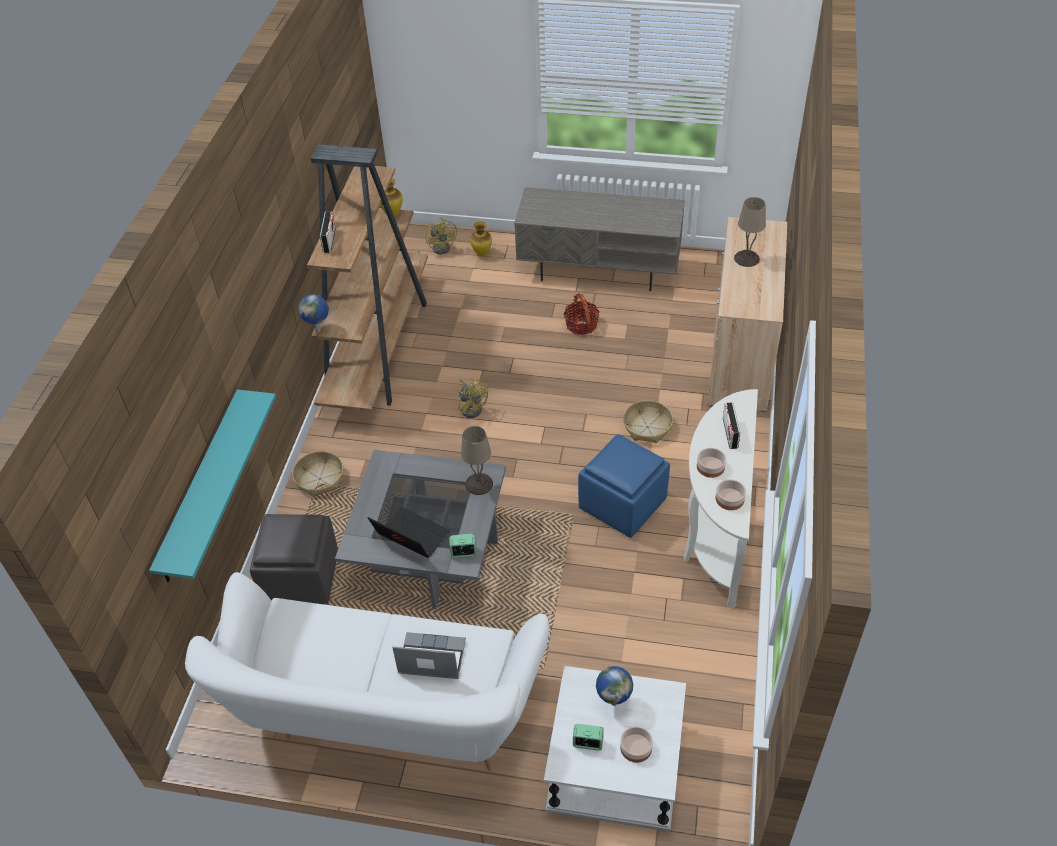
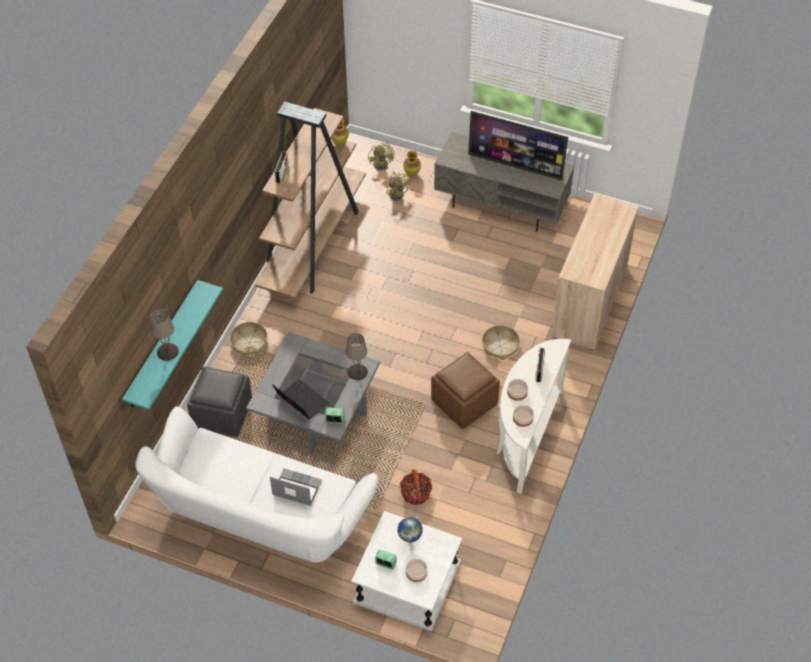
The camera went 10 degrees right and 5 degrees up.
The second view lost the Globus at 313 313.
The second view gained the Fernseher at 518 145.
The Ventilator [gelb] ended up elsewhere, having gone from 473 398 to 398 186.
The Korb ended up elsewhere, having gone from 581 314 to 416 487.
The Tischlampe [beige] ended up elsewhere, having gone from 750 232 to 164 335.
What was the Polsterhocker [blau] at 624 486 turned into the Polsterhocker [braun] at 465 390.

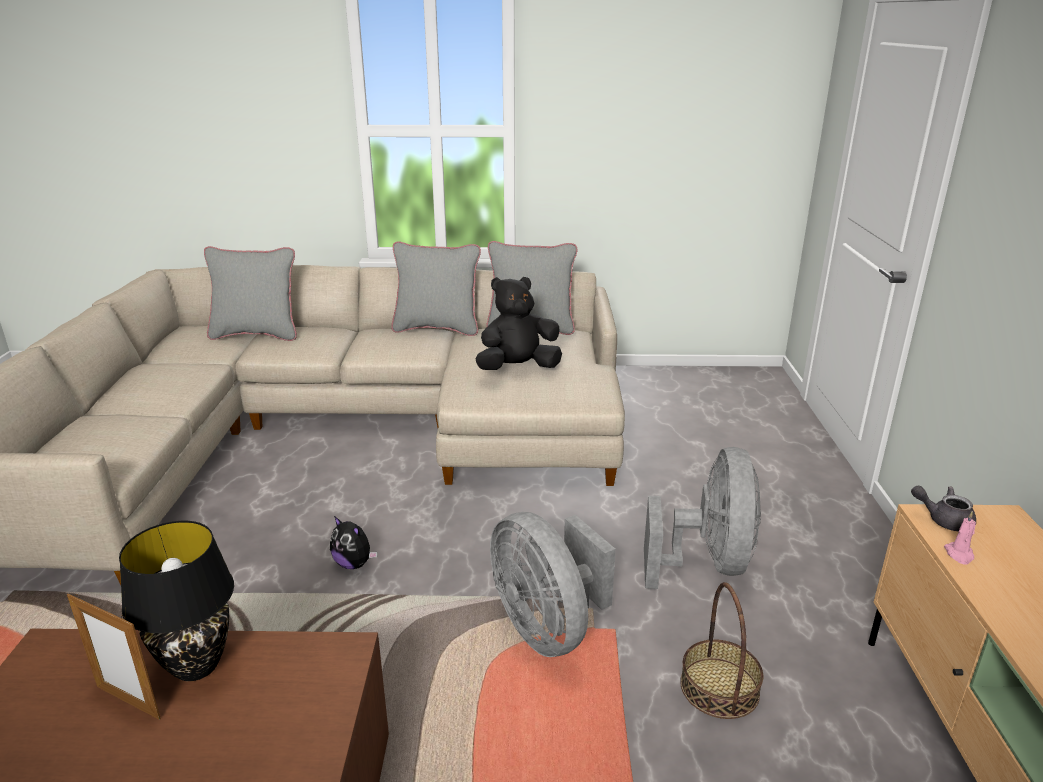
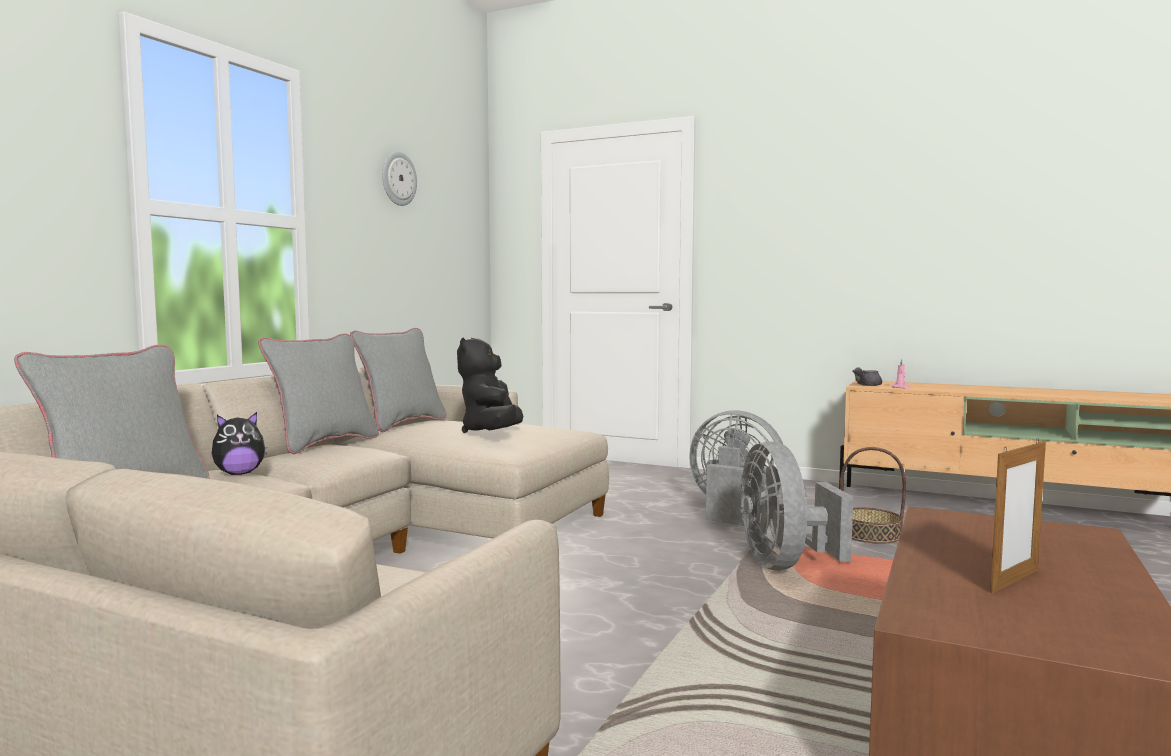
The camera went 65 degrees left and 20 degrees down.
The second view lost the Tischlampe [schwarz] at 176 601.
The second view gained the Wanduhr at 399 179.
The Plüschtier ended up elsewhere, having gone from 354 542 to 239 443.
The Ventilator [grau] at 553 584 ended up facing another way, 90 degrees clockwise from before.

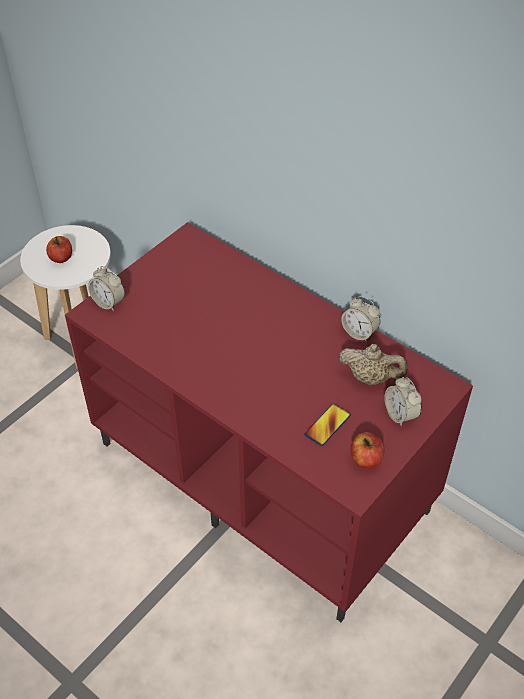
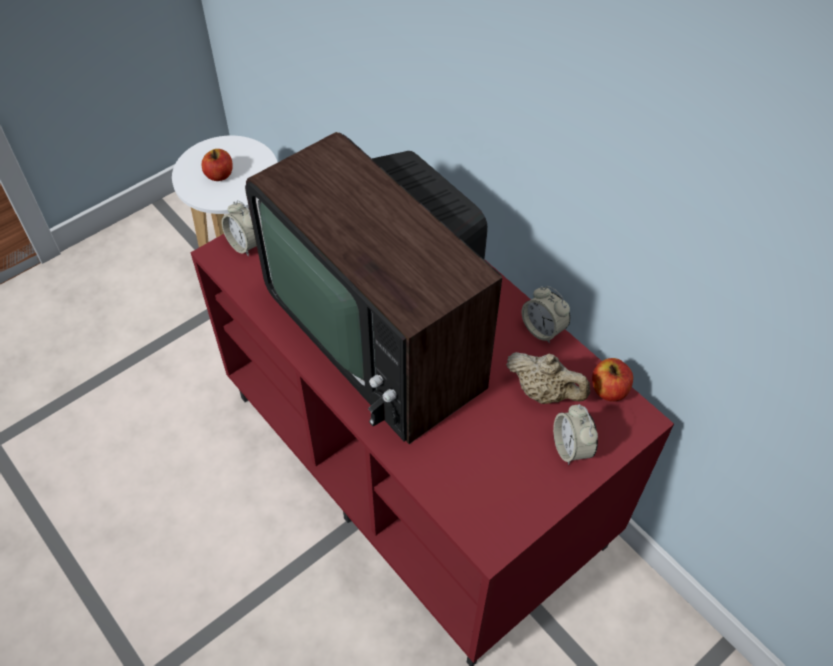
The camera went 10 degrees right and 5 degrees up.
The second view lost the Handy at 327 425.
The second view gained the Fernseher at 373 288.
The Apfel ended up elsewhere, having gone from 367 450 to 612 380.

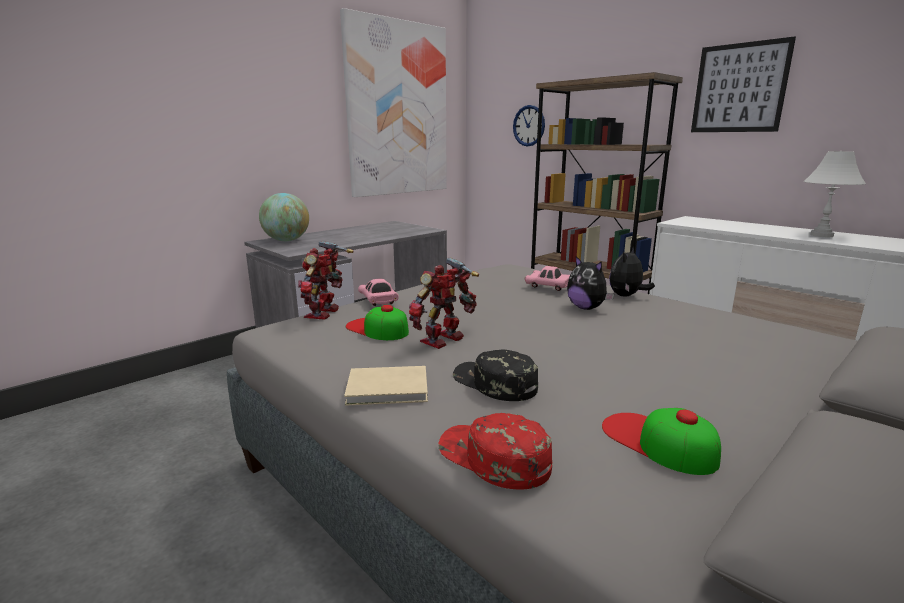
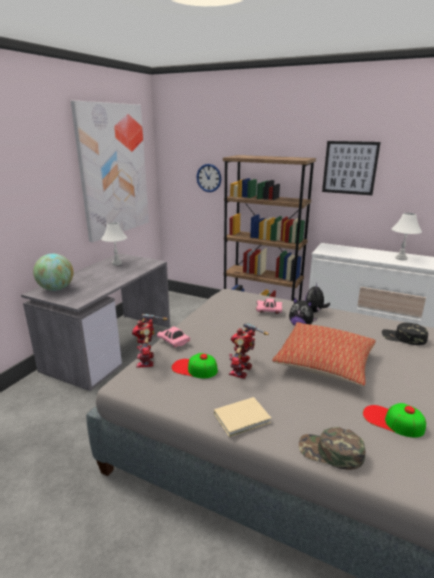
The camera went 20 degrees left and 5 degrees up.
The second view gained the Tischlampe [weiß] at 114 243.
The second view gained the Kissen at 324 354.
The Kappe [schwarz] ended up elsewhere, having gone from 495 375 to 405 334.
What was the Kappe [rot] at 495 451 turned into the Kappe [grün] at 332 448.

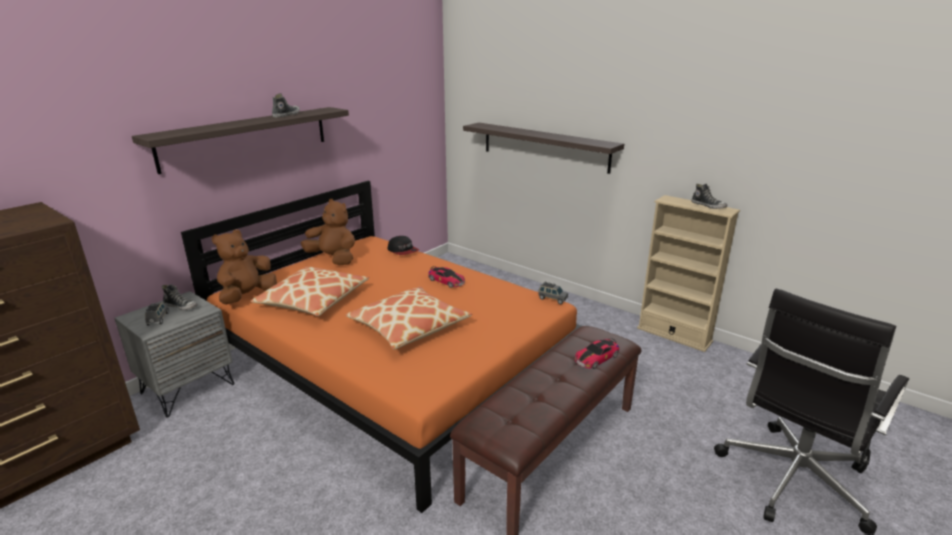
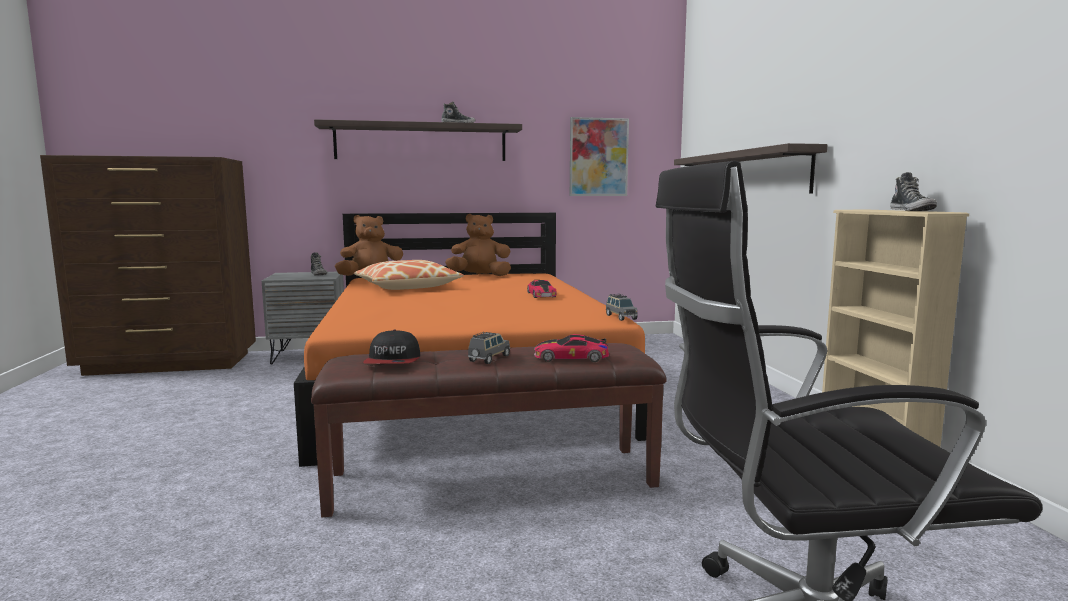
The camera went 40 degrees right and 15 degrees down.
The second view lost the Kissen at 409 318.
The second view gained the Bild at 599 156.
The Spielzeugauto [grau] ended up elsewhere, having gone from 157 314 to 489 348.
The Kappe ended up elsewhere, having gone from 403 245 to 391 346.
The Plüschtier [braun] at 328 232 ended up facing another way, 75 degrees counterclockwise from before.

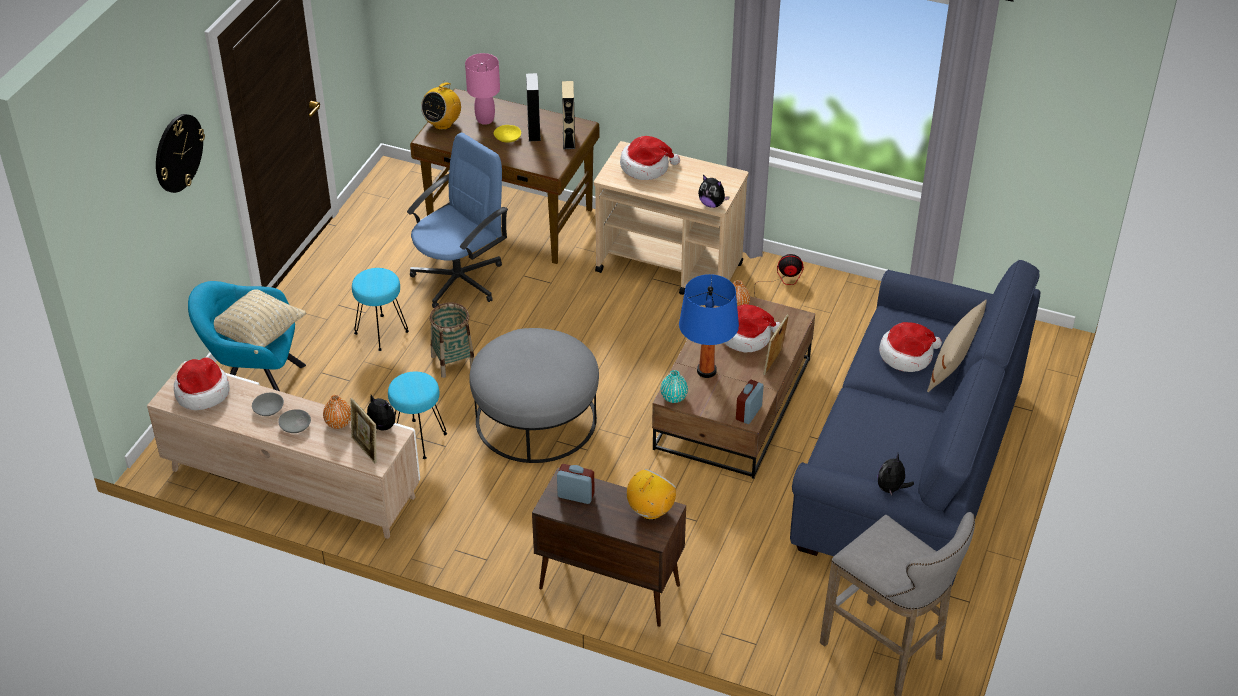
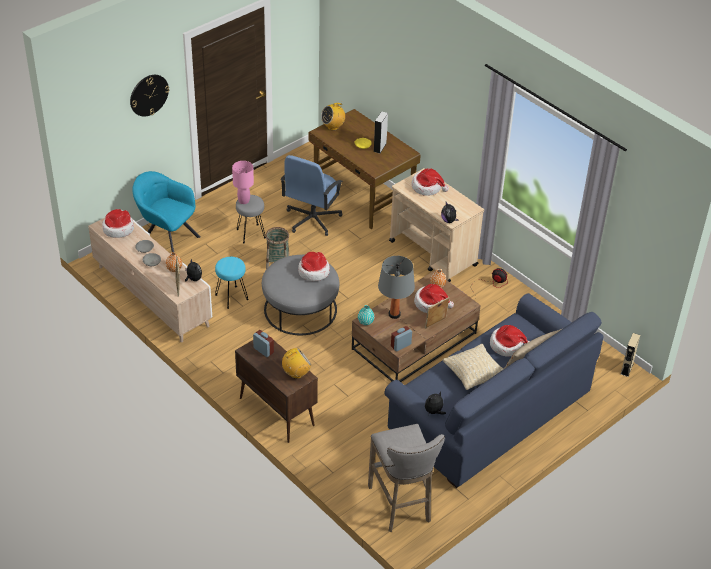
The camera went 25 degrees right and 0 degrees up.
The second view gained the Hut at 314 266.
The Kissen [beige] ended up elsewhere, having gone from 260 321 to 472 367.
The Tischlampe [rosa] ended up elsewhere, having gone from 482 89 to 243 182.
The Lautsprecher [beige] ended up elsewhere, having gone from 568 115 to 630 355.
What was the Hocker [türkis] at 380 309 turned into the Hocker [grau] at 251 219.
What was the Tischlampe [blau] at 709 326 turned into the Tischlampe [grau] at 396 287.
The Bürostuhl [blau] at 457 220 ended up facing another way, 135 degrees clockwise from before.

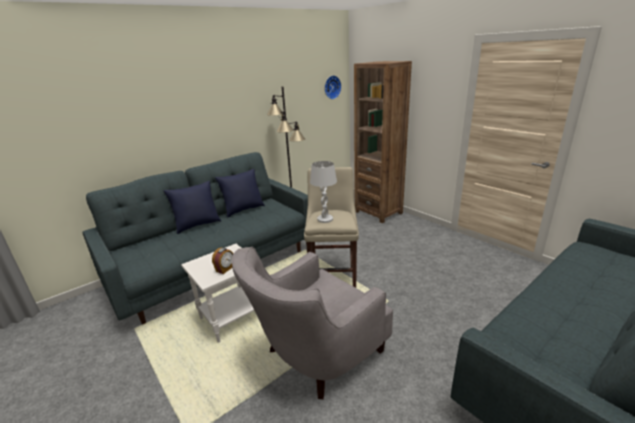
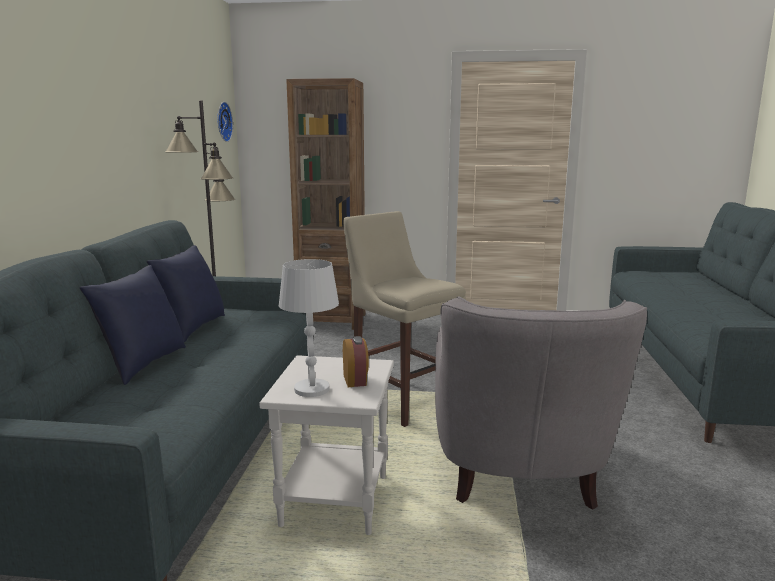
The camera went 45 degrees left and 10 degrees down.
The Tischlampe [weiß] ended up elsewhere, having gone from 323 192 to 309 328.

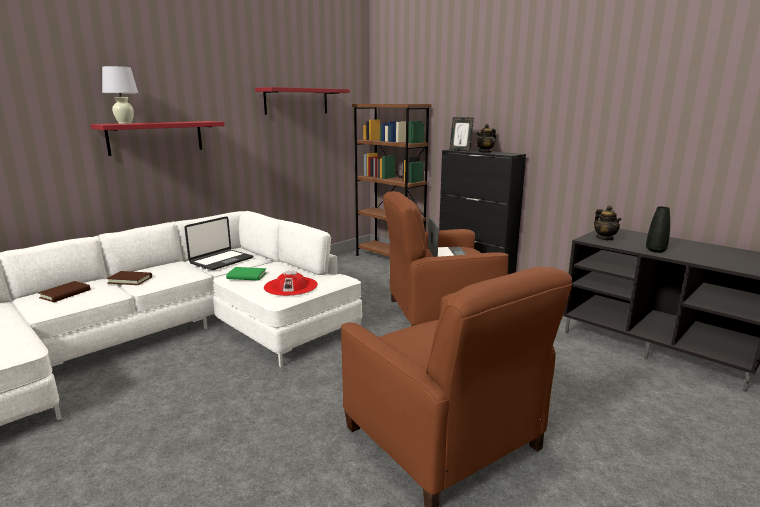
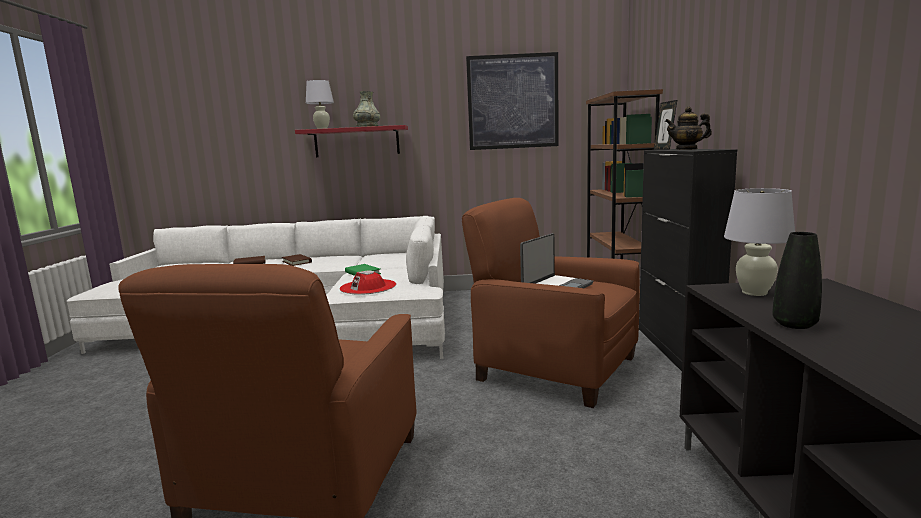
The camera went 45 degrees right and 5 degrees down.
The second view lost the Laptop at 218 243.
The second view gained the Vase [grau] at 366 109.
Where the Wandregal [rot] hung at 302 101, the Bild came to hang at 512 101.
Where the Teekanne stood at 608 223, the Tischlampe [weiß] came to stand at 759 242.

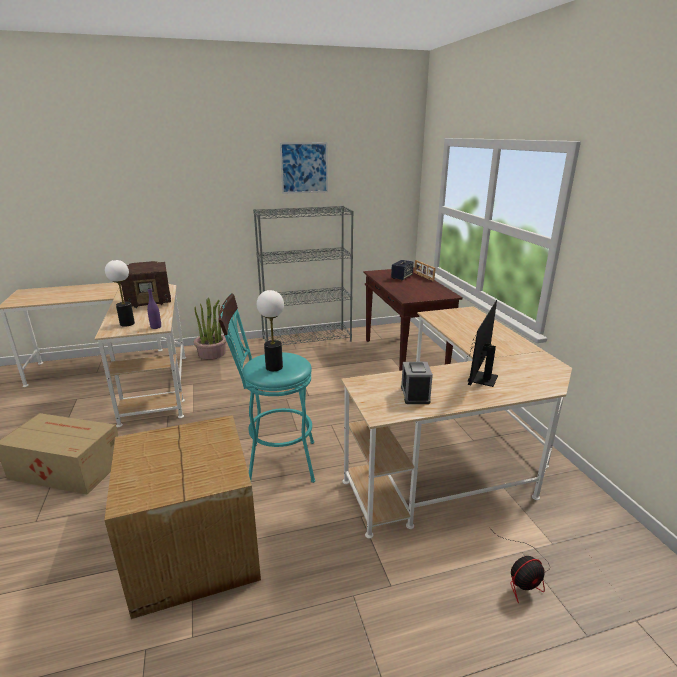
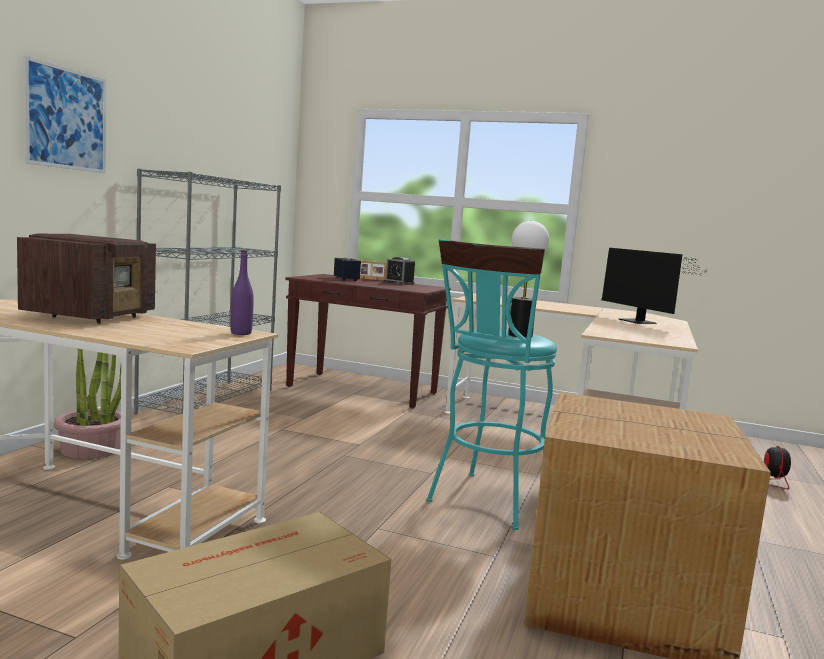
The camera went 55 degrees left and 15 degrees down.
The second view lost the Tischlampe at 120 293.
The Bild ended up elsewhere, having gone from 304 168 to 64 114.
The Wecker ended up elsewhere, having gone from 417 383 to 399 271.

